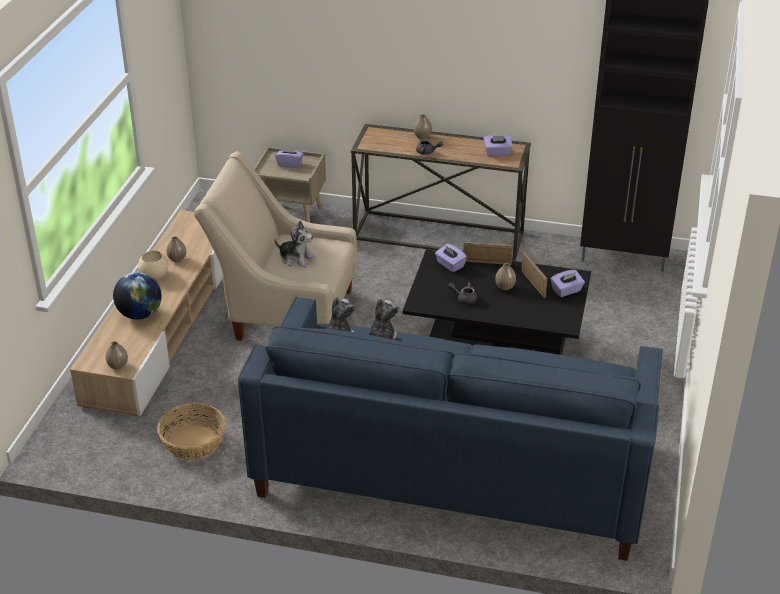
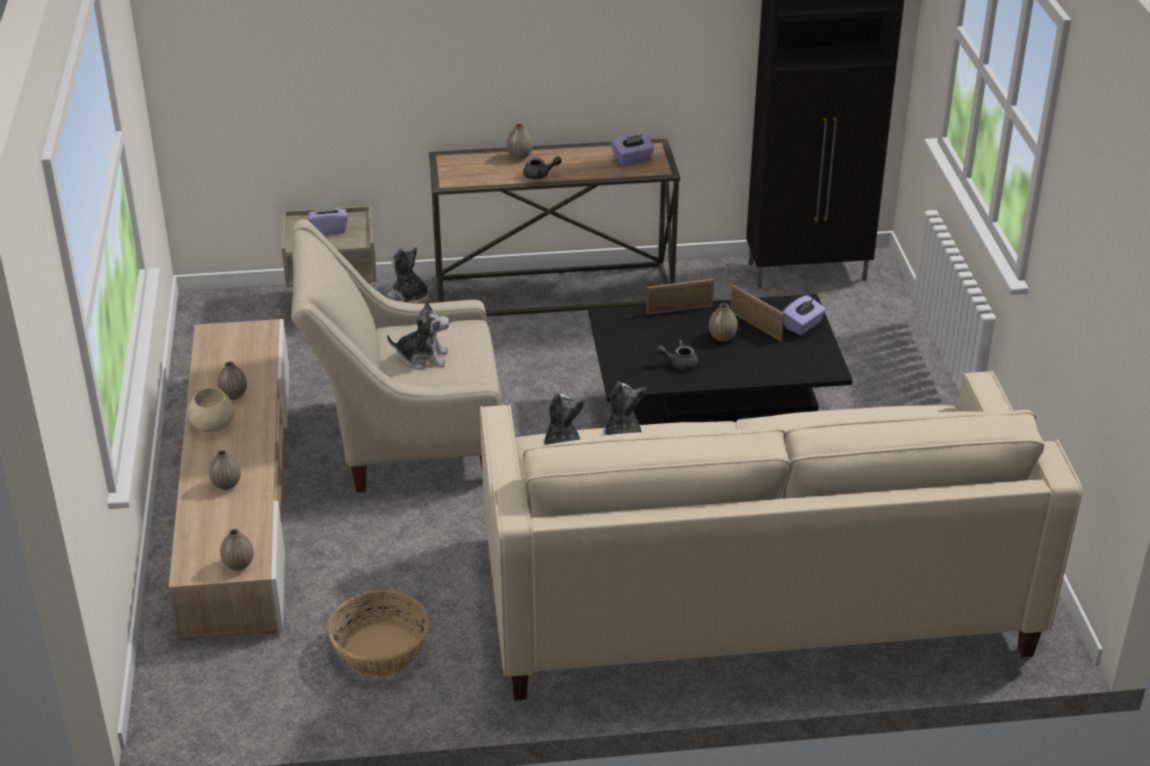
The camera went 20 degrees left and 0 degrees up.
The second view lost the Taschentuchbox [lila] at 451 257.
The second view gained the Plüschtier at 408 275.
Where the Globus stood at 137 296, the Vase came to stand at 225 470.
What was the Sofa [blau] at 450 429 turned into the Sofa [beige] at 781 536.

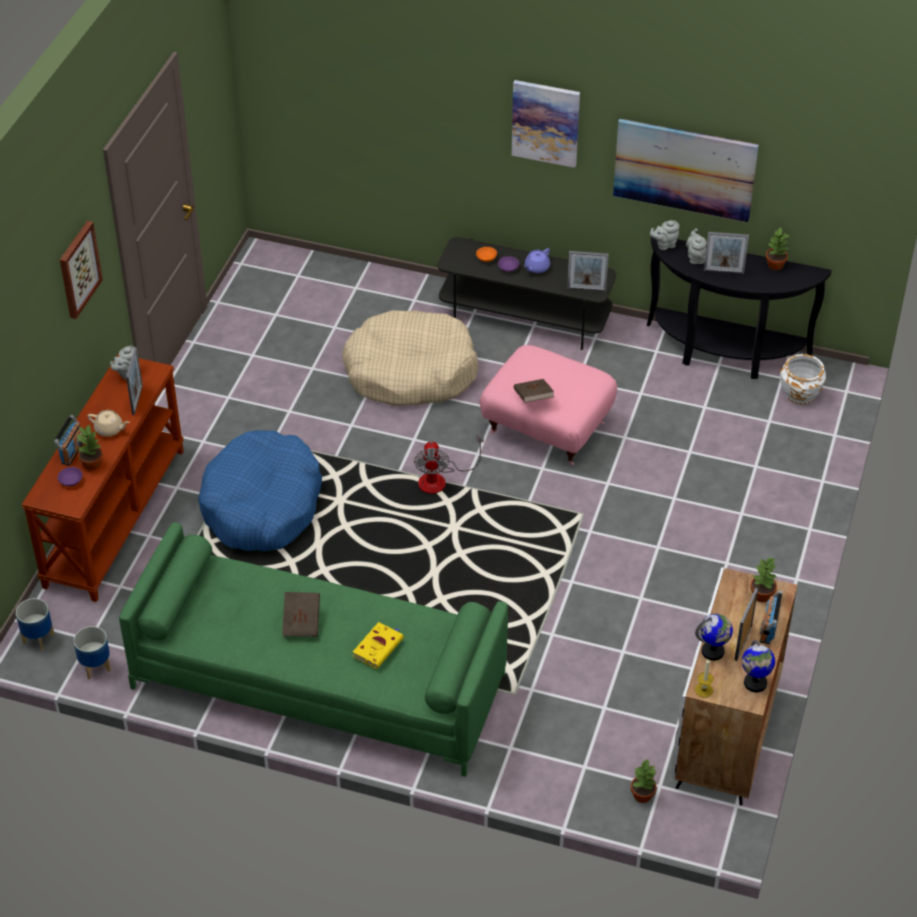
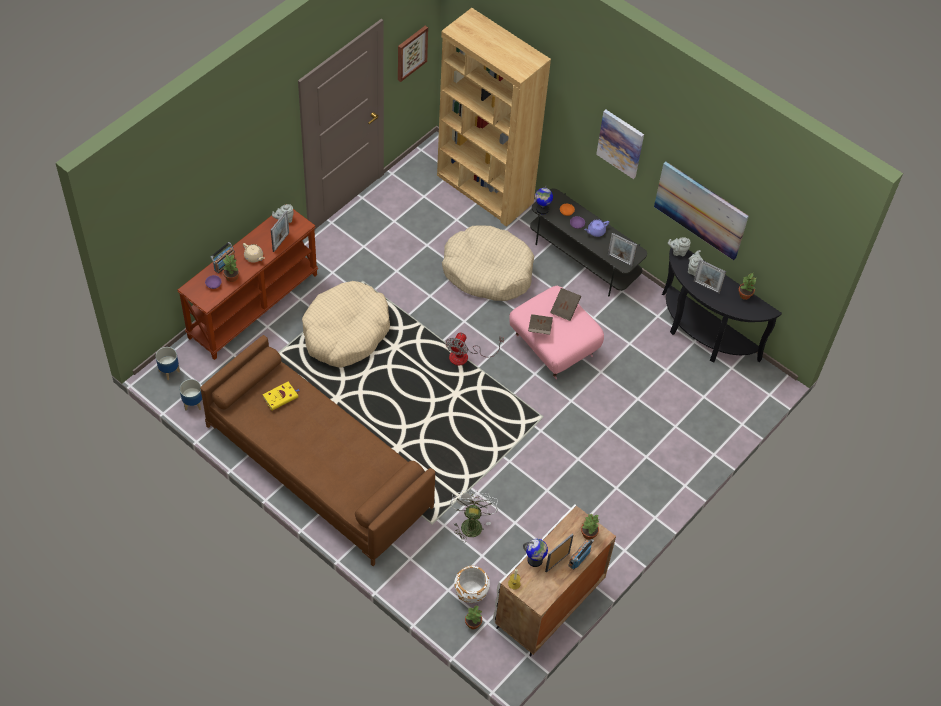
The camera went 20 degrees right and 10 degrees up.
The second view gained the Bücherregal [braun] at 494 117.
The second view gained the Ventilator [weiß] at 474 515.
The Bild ended up elsewhere, having gone from 81 270 to 413 54.
The Buch [braun] ended up elsewhere, having gone from 301 614 to 566 304.
The Buch [gelb] ended up elsewhere, having gone from 378 645 to 281 396.
The Globus ended up elsewhere, having gone from 758 666 to 544 200.
The Pflanzkübel [weiß] ended up elsewhere, having gone from 803 379 to 472 584.
What was the Sofa [grün] at 313 649 turned into the Sofa [braun] at 317 450.
What was the Hundebett [blau] at 260 491 turned into the Hundebett [beige] at 346 324.

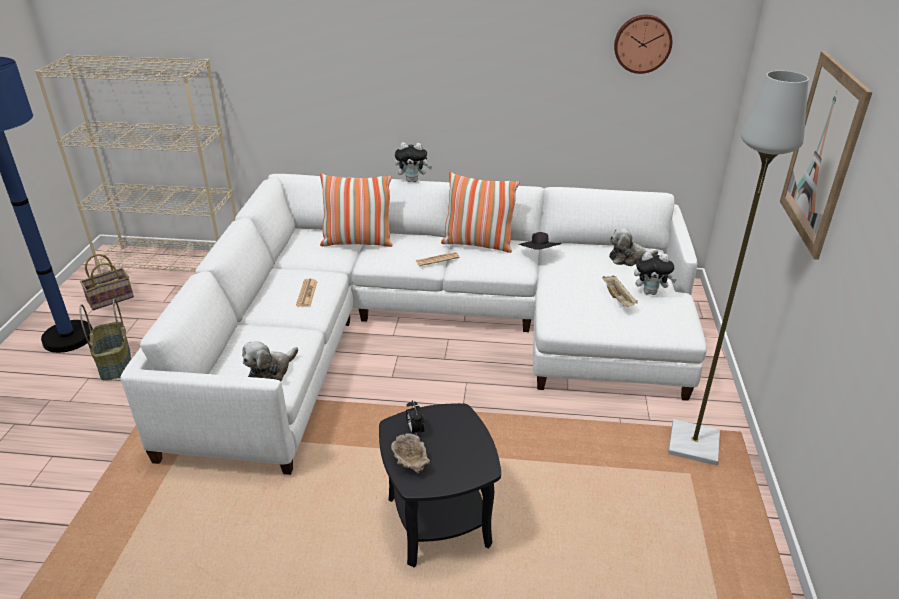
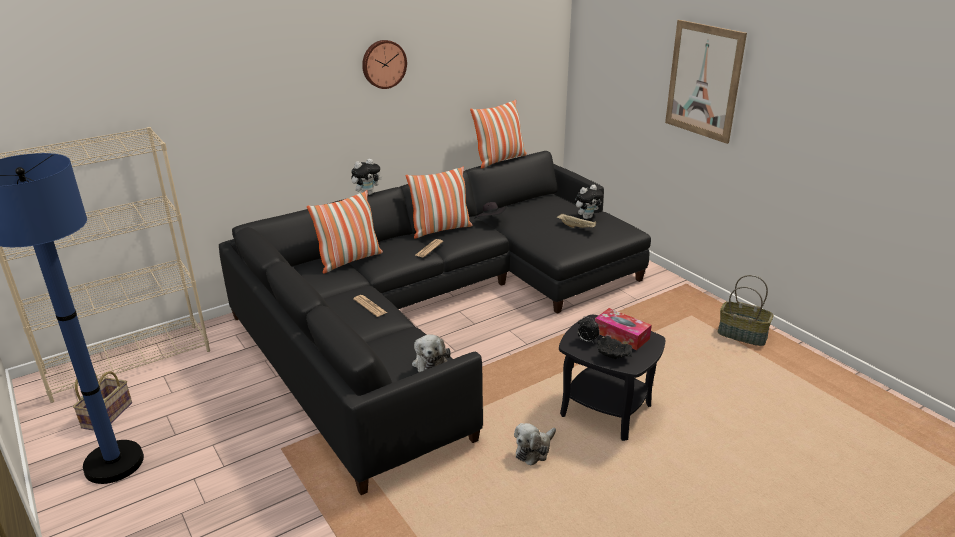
The camera went 40 degrees left and 5 degrees down.
The second view lost the Stehlampe [grau] at 738 268.
The second view gained the Kissen at 498 134.
The second view gained the Taschentuchbox at 623 329.
The Korb ended up elsewhere, having gone from 105 339 to 746 310.
The Plüschtier ended up elsewhere, having gone from 633 246 to 535 444.
The Wanduhr ended up elsewhere, having gone from 643 44 to 384 64.
What was the Sofa [weiß] at 413 324 turned into the Sofa [schwarz] at 435 323.
What was the Schüssel [beige] at 410 453 turned into the Schüssel [schwarz] at 614 347.

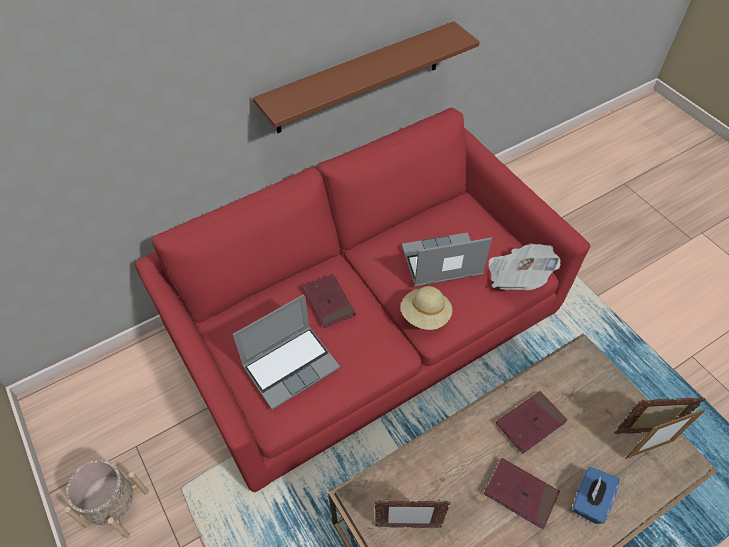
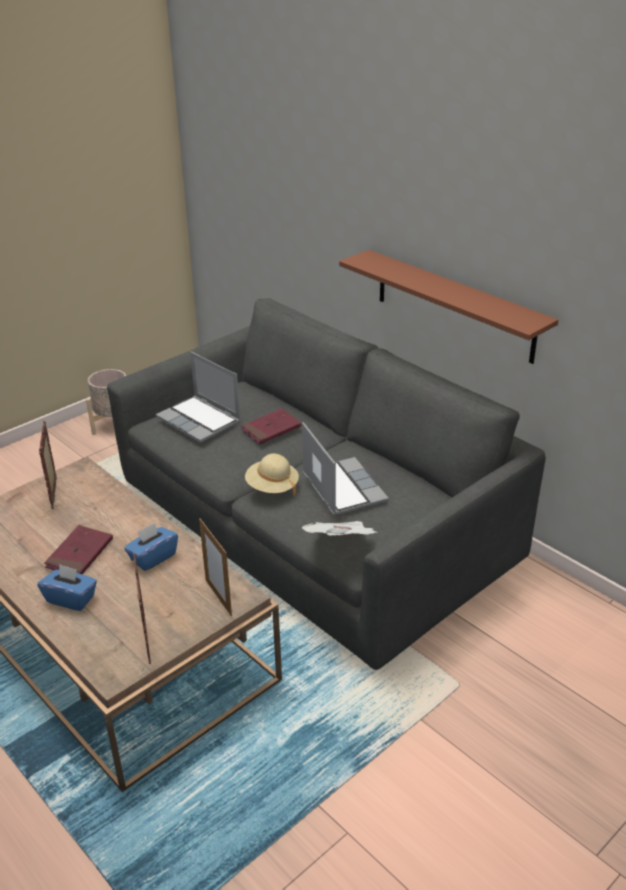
The camera went 80 degrees right and 20 degrees down.
The Bilderrahmen ended up elsewhere, having gone from 666 433 to 215 567.
Where the Buch [rot] stood at 531 422, the Taschentuchbox [blau] came to stand at 151 547.
What was the Sofa [rot] at 362 300 turned into the Sofa [grau] at 326 484.

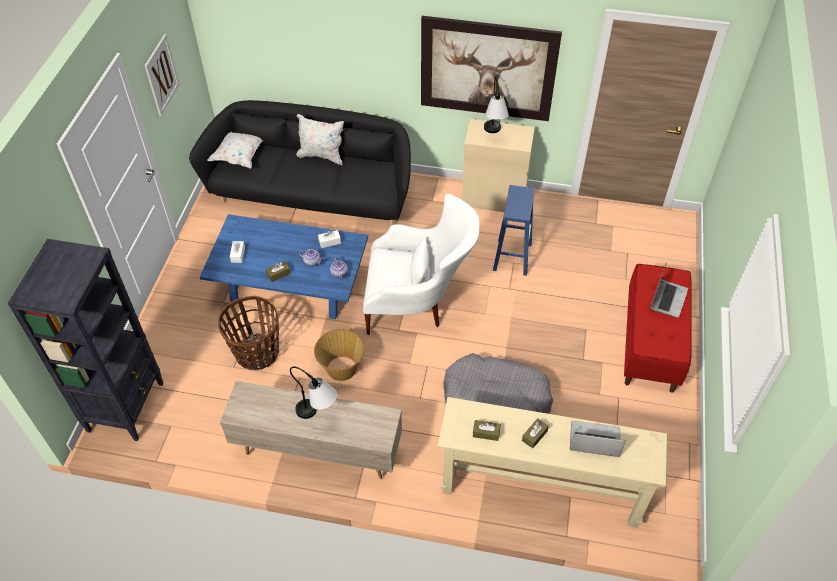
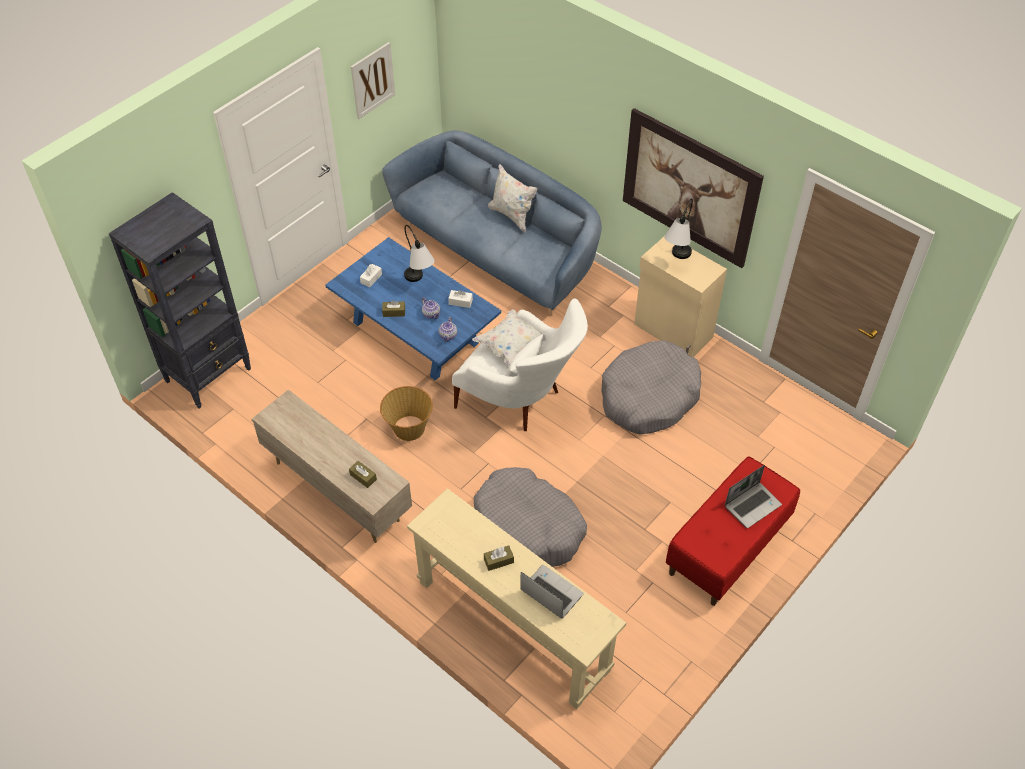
The camera went 30 degrees right and 0 degrees up.
The second view lost the Korb at 248 333.
The Kissen [weiß] ended up elsewhere, having gone from 235 150 to 509 338.
The Tischlampe ended up elsewhere, having gone from 314 393 to 419 253.
The Taschentuchbox [braun] ended up elsewhere, having gone from 486 430 to 363 474.
Where the Hocker [blau] stood at 514 230, the Hundebett [grau] came to stand at 651 387.
What was the Sofa [schwarz] at 300 163 turned into the Sofa [blau] at 492 222.

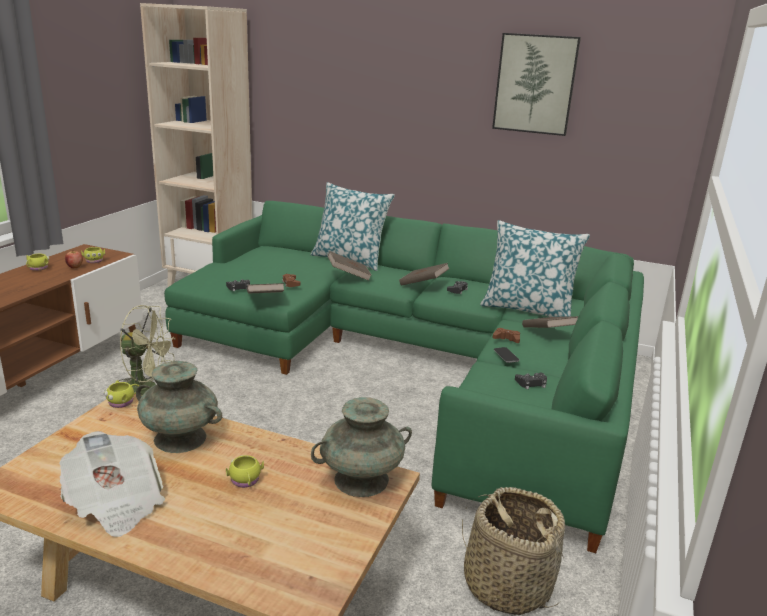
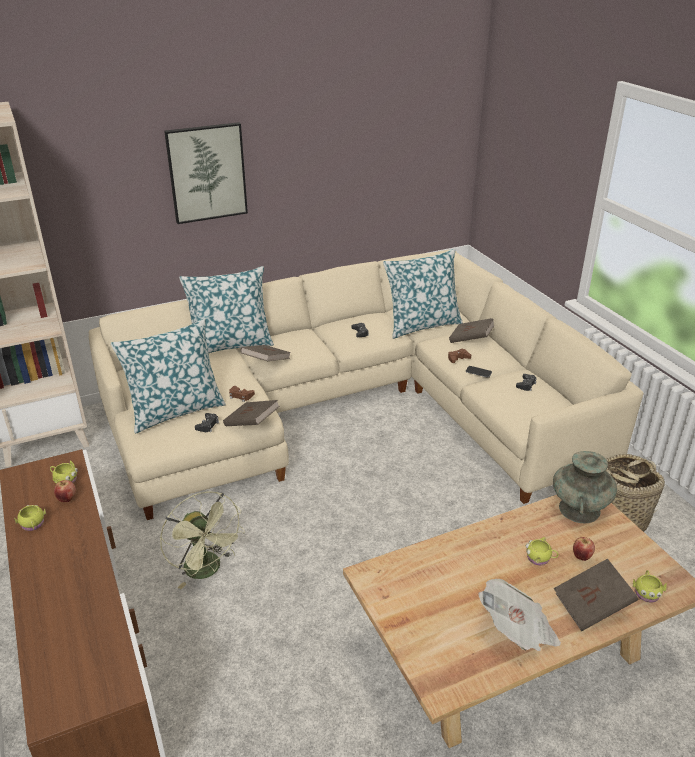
The camera went 45 degrees left and 10 degrees up.
The second view lost the Vase [türkis] at 179 407.
The second view gained the Kissen at 168 376.
The second view gained the Apfel at 584 549.
The Henkelbecher [gelb] ended up elsewhere, having gone from 121 394 to 650 586.
The Buch [braun] ended up elsewhere, having gone from 424 274 to 596 595.
The Bild ended up elsewhere, having gone from 536 84 to 206 173.
What was the Sofa [grün] at 404 377 turned into the Sofa [beige] at 366 385.
The Ventilator [grün] at 147 350 ended up facing another way, 90 degrees clockwise from before.

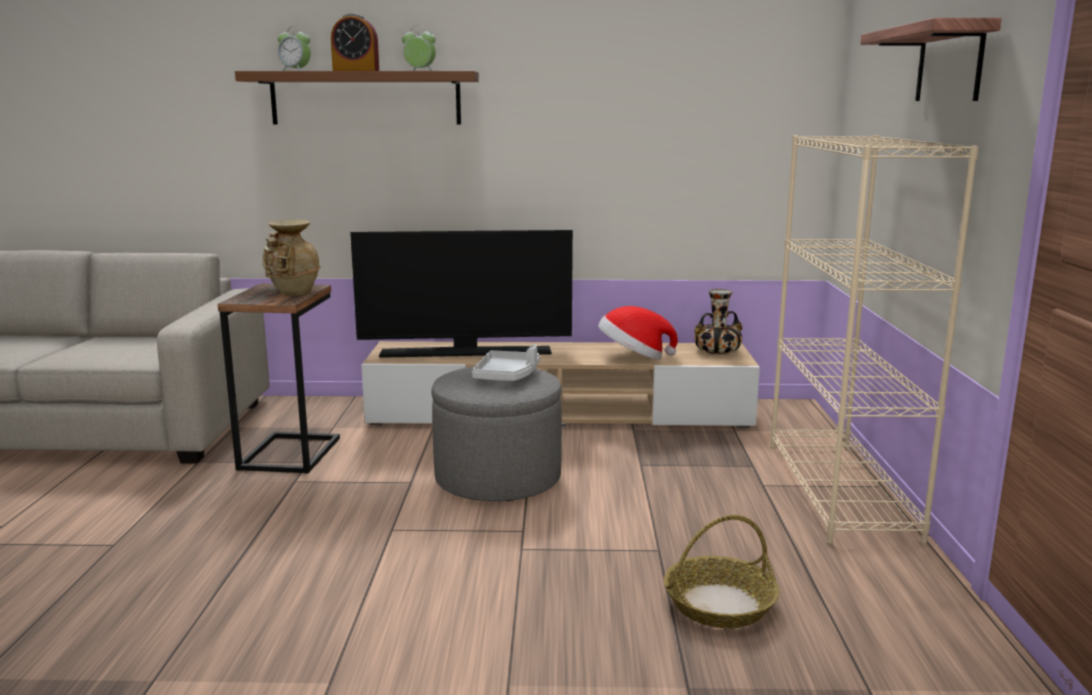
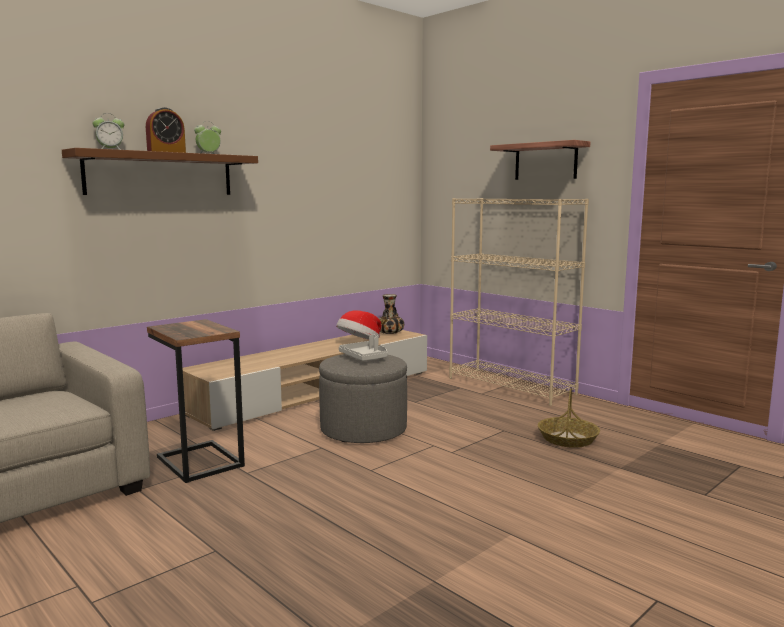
The camera went 45 degrees left and 5 degrees down.
The second view lost the Vase [beige] at 292 257.
The second view lost the Fernseher at 461 294.

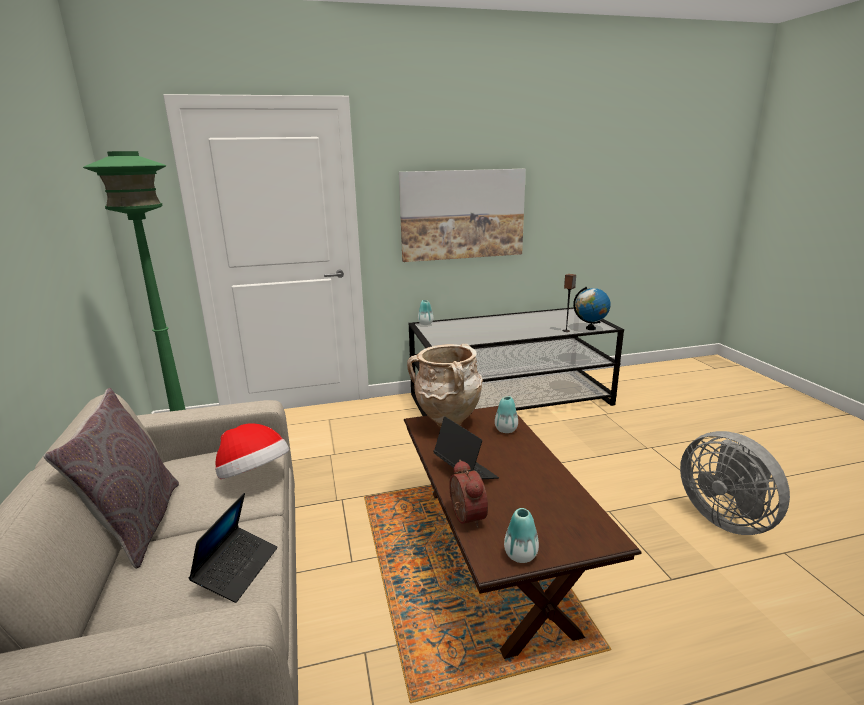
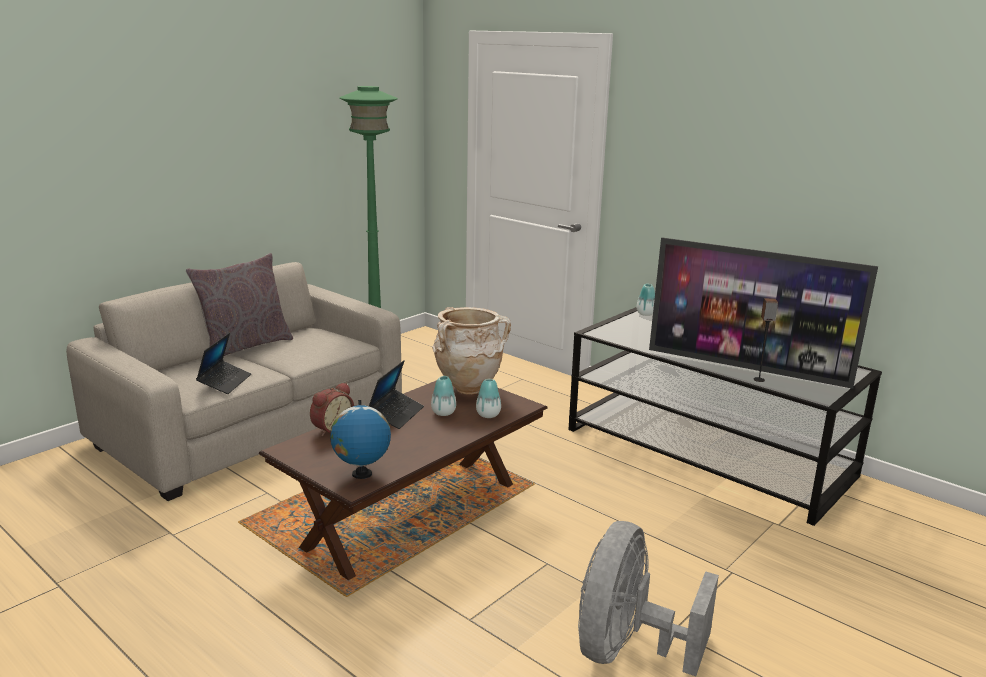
The camera went 55 degrees right and 0 degrees up.
The second view lost the Hut at 252 451.
The second view lost the Bild at 462 215.
The second view gained the Fernseher at 763 313.
The Vase ended up elsewhere, having gone from 521 535 to 443 396.
The Globus ended up elsewhere, having gone from 592 308 to 360 439.
The Laptop at 232 548 ended up facing another way, 60 degrees counterclockwise from before.

